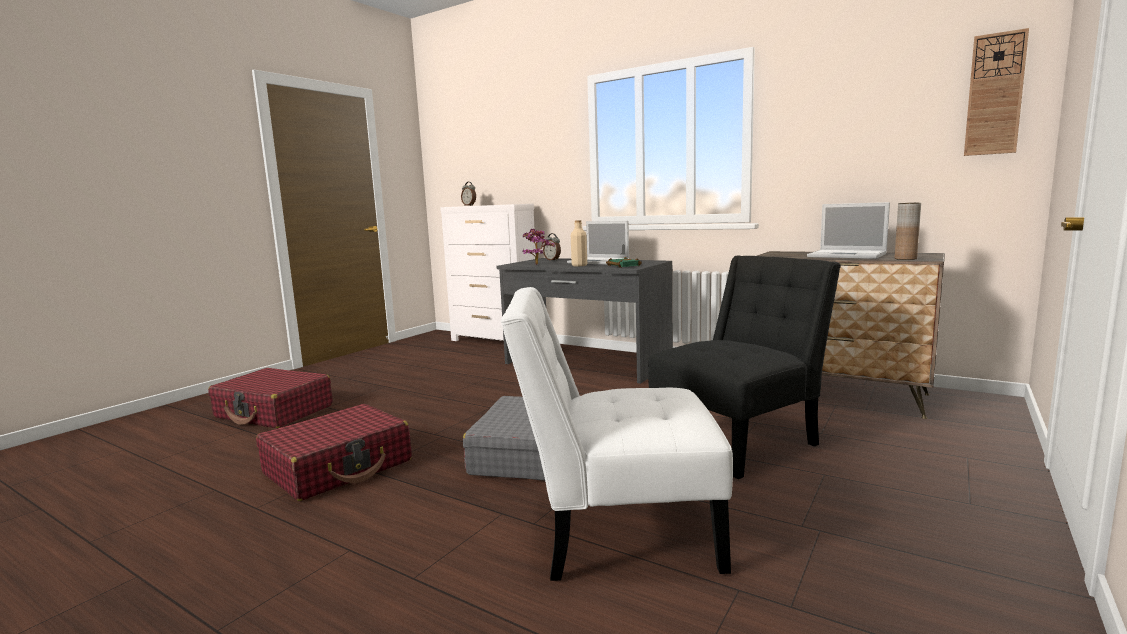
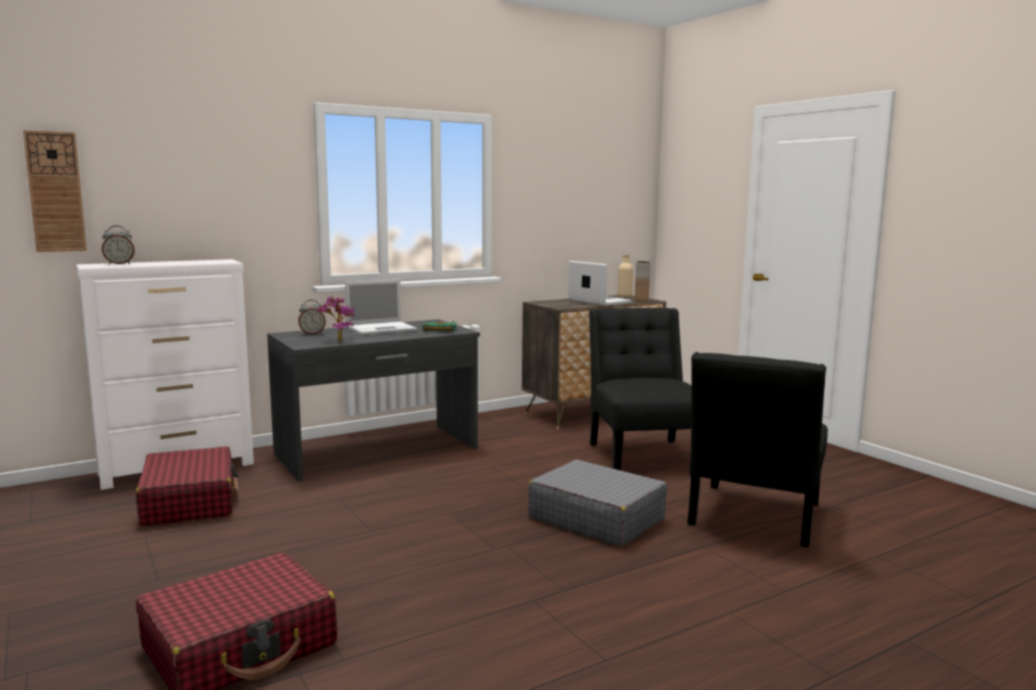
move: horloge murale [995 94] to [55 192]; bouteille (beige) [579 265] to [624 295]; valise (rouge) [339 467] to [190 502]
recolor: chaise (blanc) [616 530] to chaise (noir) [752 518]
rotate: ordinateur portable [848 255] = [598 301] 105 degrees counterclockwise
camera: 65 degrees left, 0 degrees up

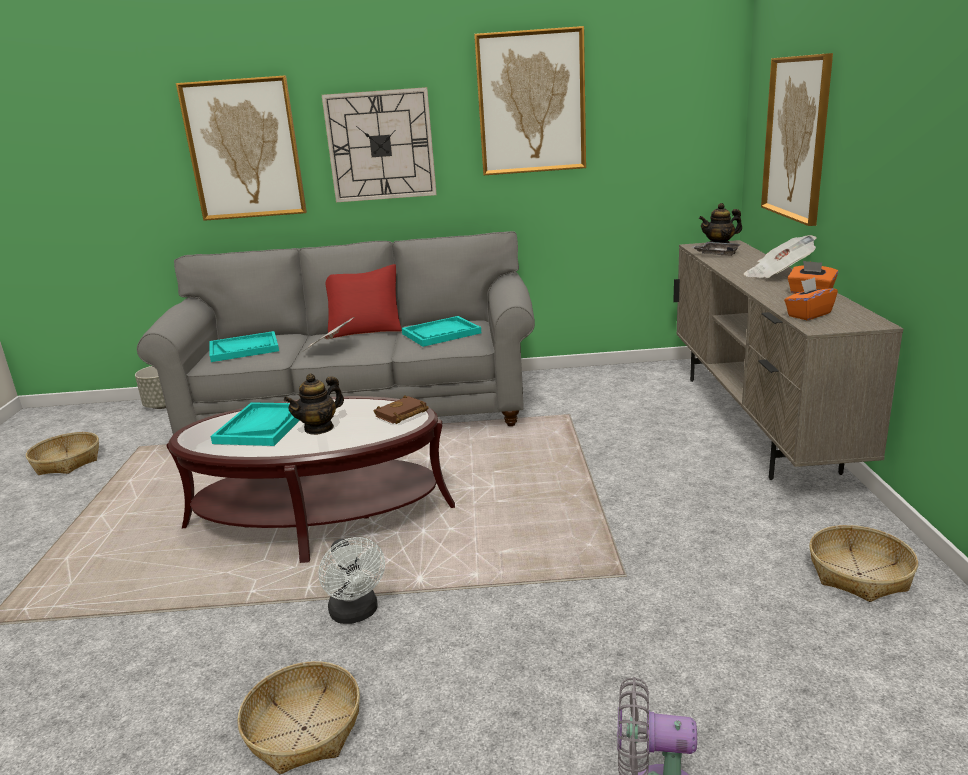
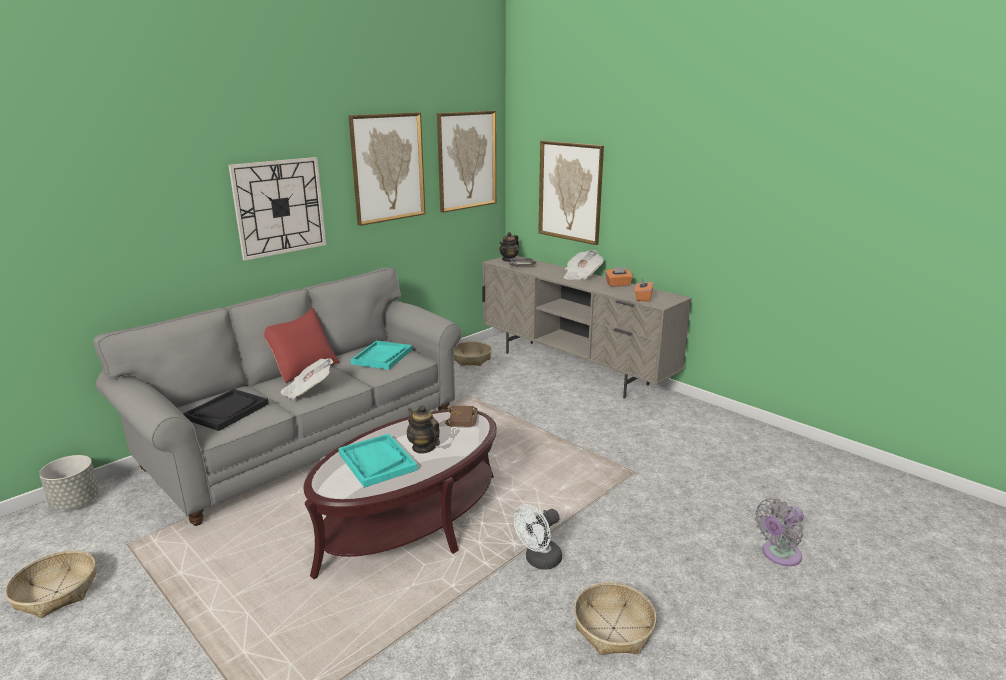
move: tableau [244 149] to [466 160]; panier [859 574] to [471 359]
recolor: plateau (turquoise) [244 349] to plateau (noir) [227 411]
rotate: théière [319 428] = [423 447] 135 degrees clockwise; ventilateur (blanc) [356 614] = [539 561] 120 degrees clockwise
camera: 45 degrees left, 0 degrees up

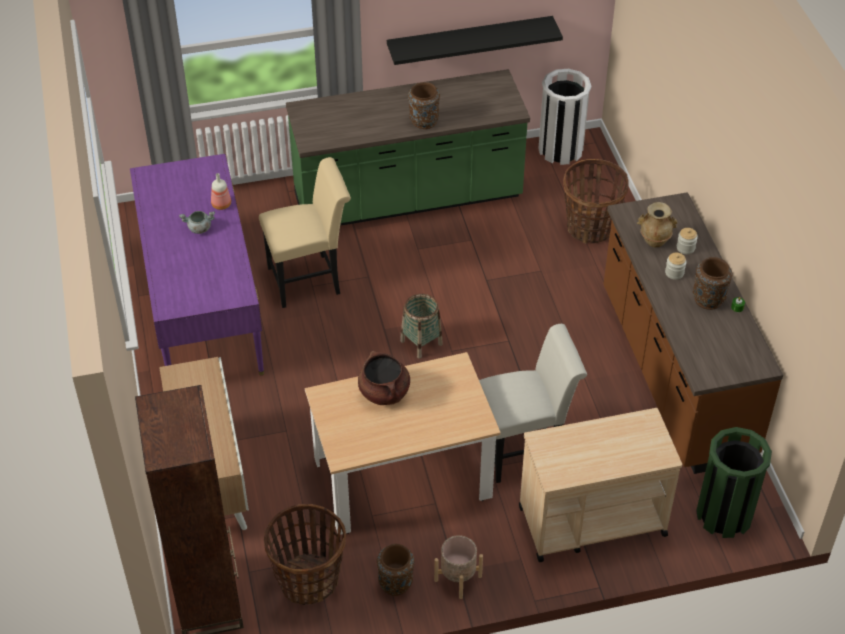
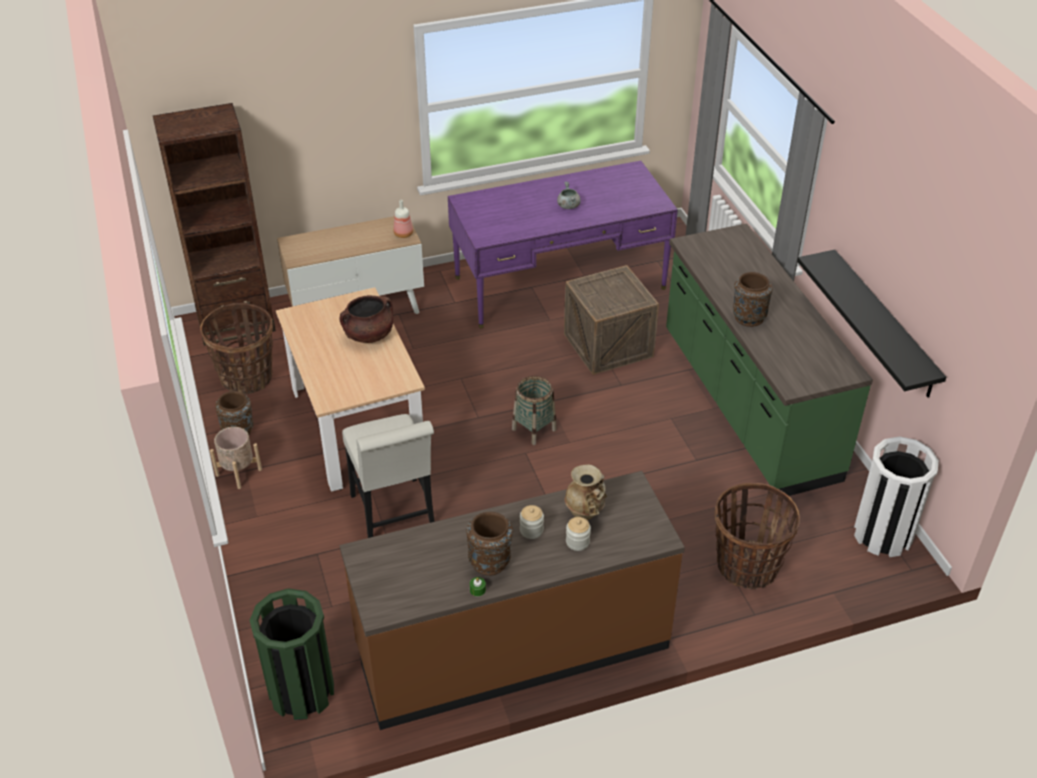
delete: chariot (beige) [591 521]
move: bouteille [220 205] to [403 233]
replace: chaise (beige) [310 279] to caisse [608 345]
camera: 85 degrees right, 5 degrees down

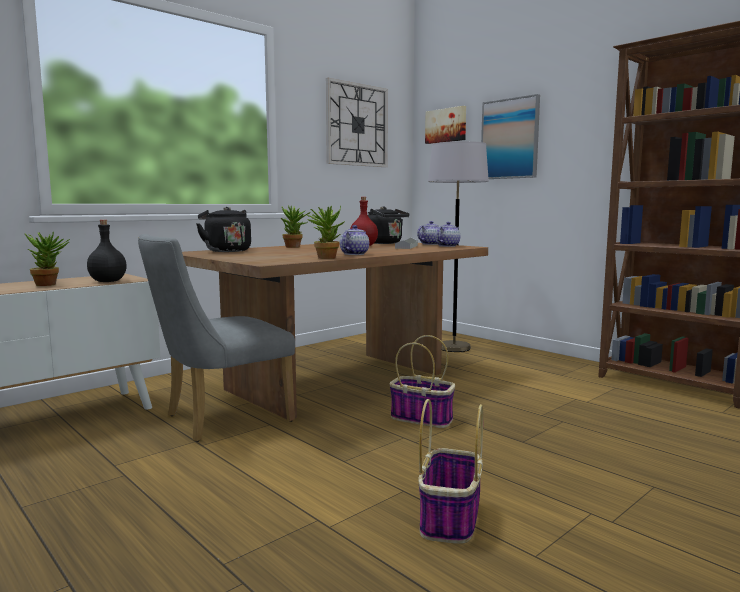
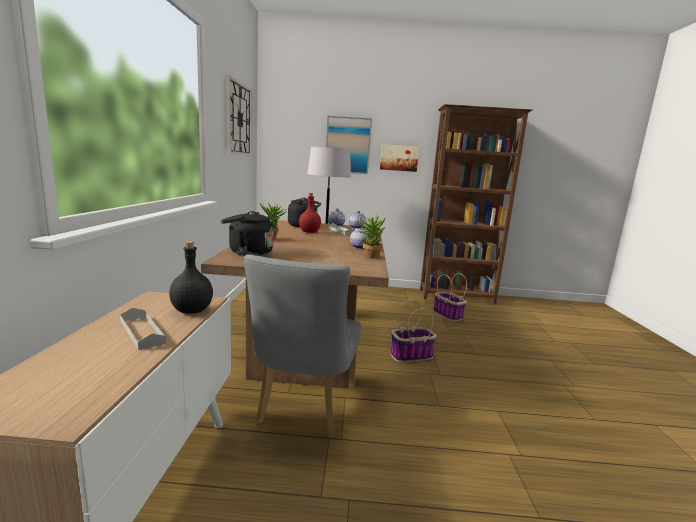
move: tableau [446 125] to [399 158]; panier [450 519] to [448 315]
replace: plante en pot [50 284] to plateau (gris) [142 332]
camera: 45 degrees left, 5 degrees up

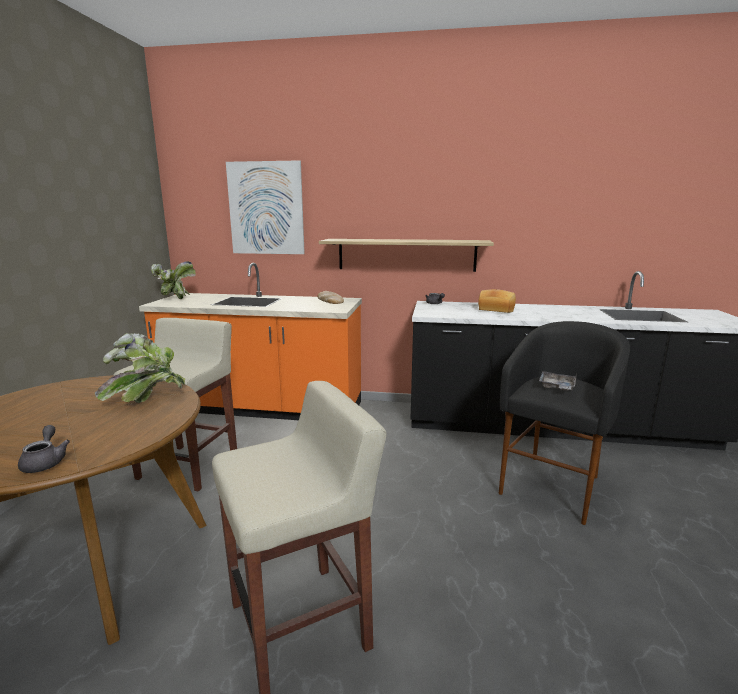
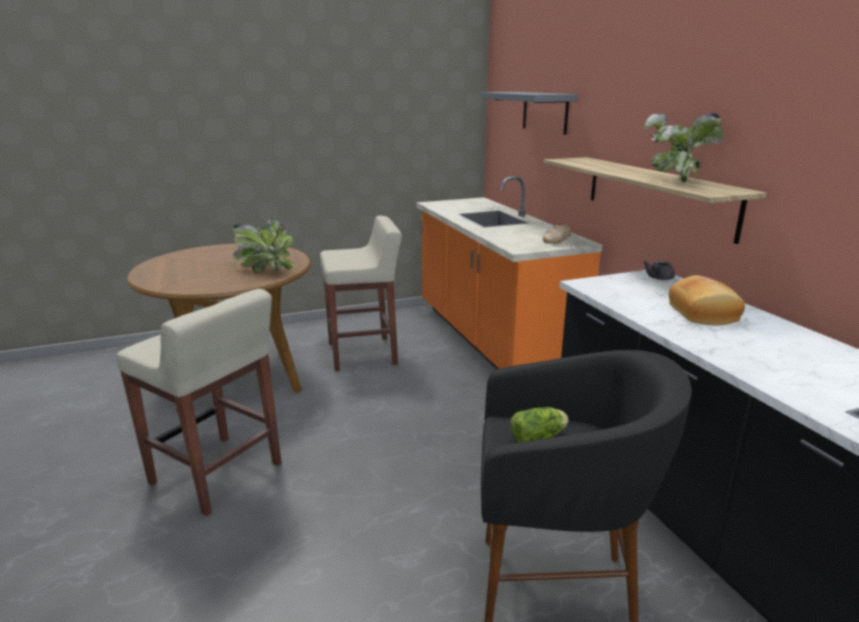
delete: théière (gris) [45 462]
move: plante en pot [174 299] to [673 180]
replace: tableau [266 208] to étagère (gris) [545 112]; plateau (gris) [557 387] to laitue [539 437]
camera: 60 degrees right, 5 degrees up

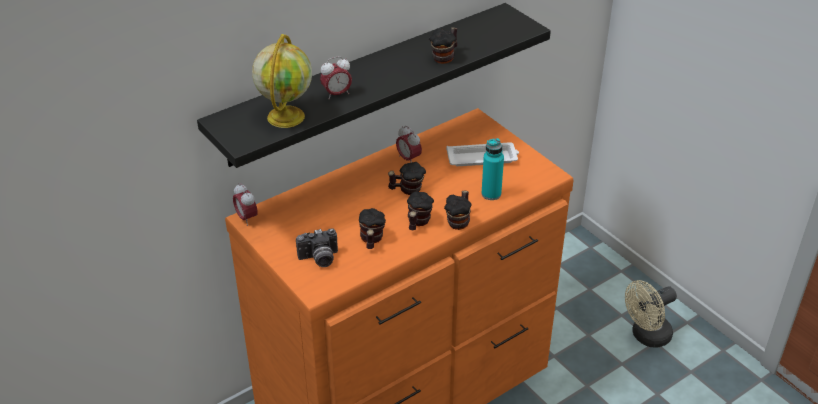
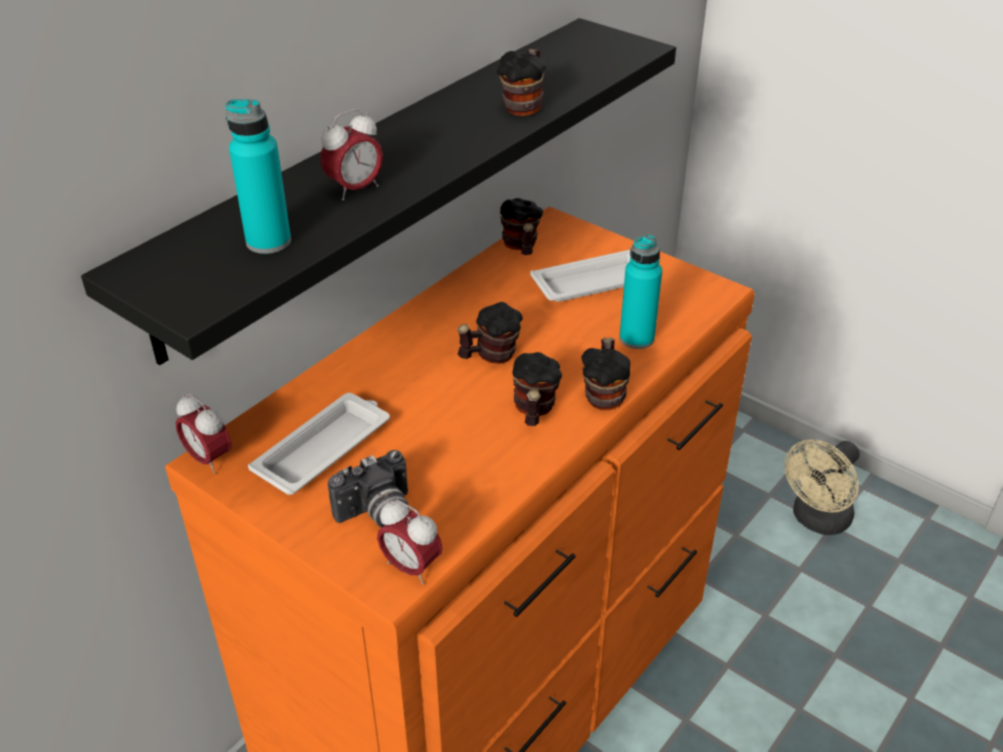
insert: plateau (blanc) [324 449]
move: réveil [408 159] to [411 567]; mug [371 240] to [521 247]
replace: globe [286 116] to bouteille (turquoise) [268 242]
camera: 15 degrees left, 0 degrees up

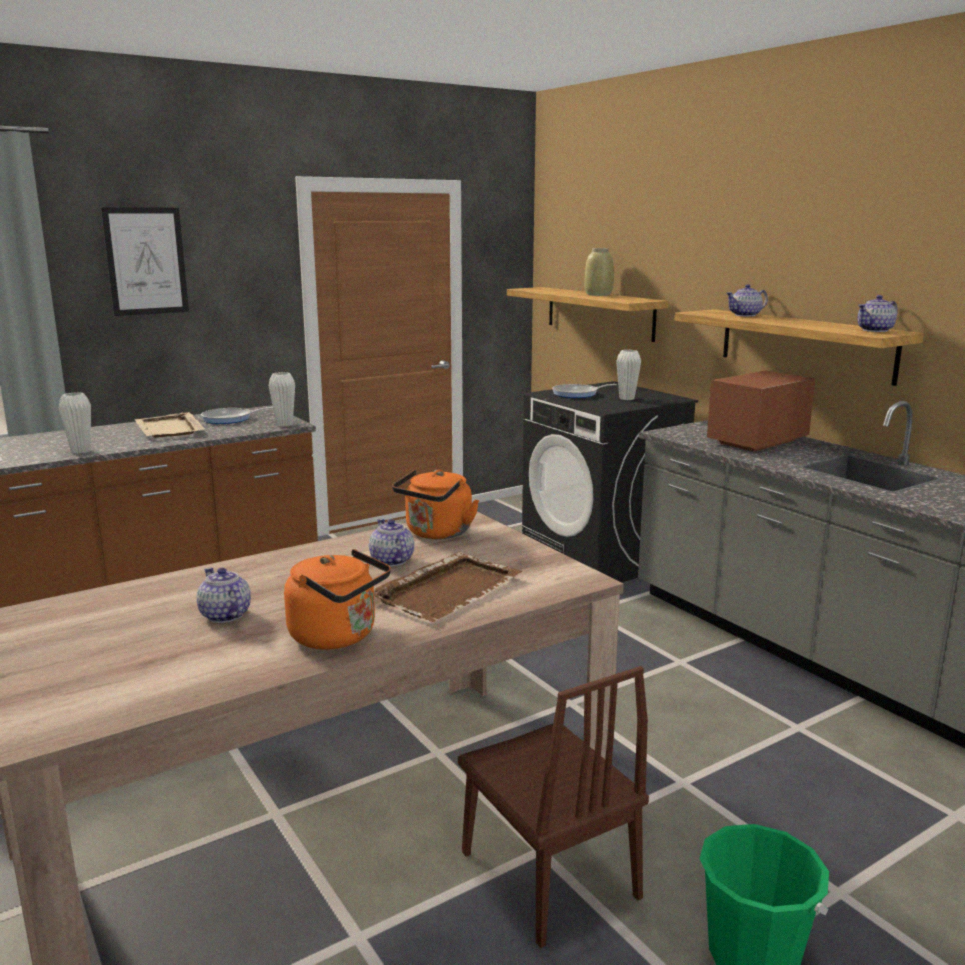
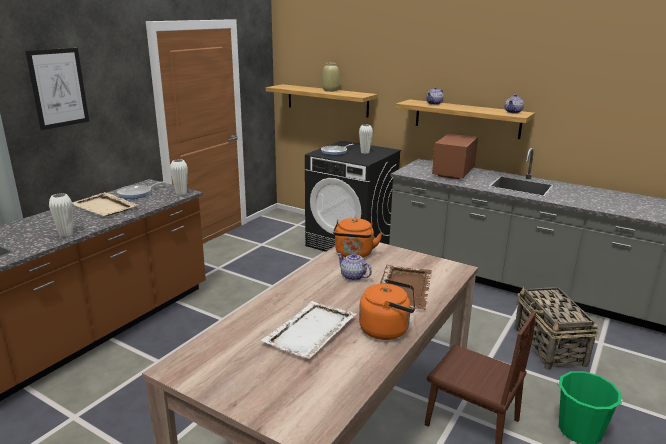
insert: panier [549 347]
replace: théière [224 615] to plateau (blanc) [309 331]
camera: 25 degrees left, 5 degrees up

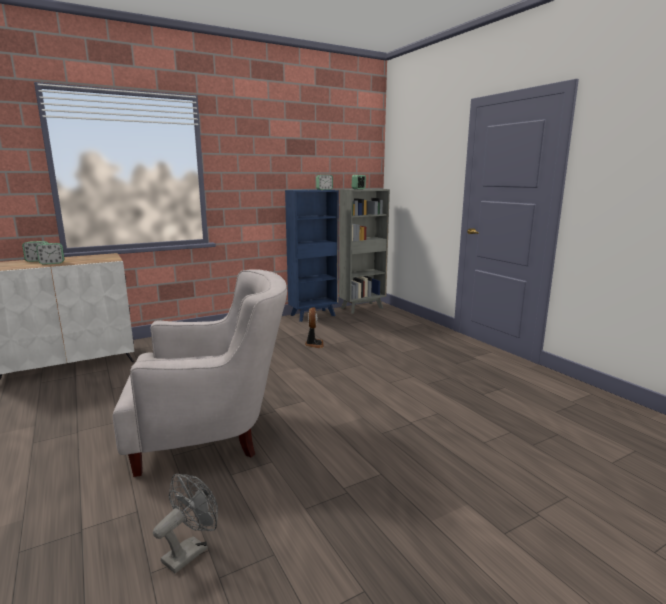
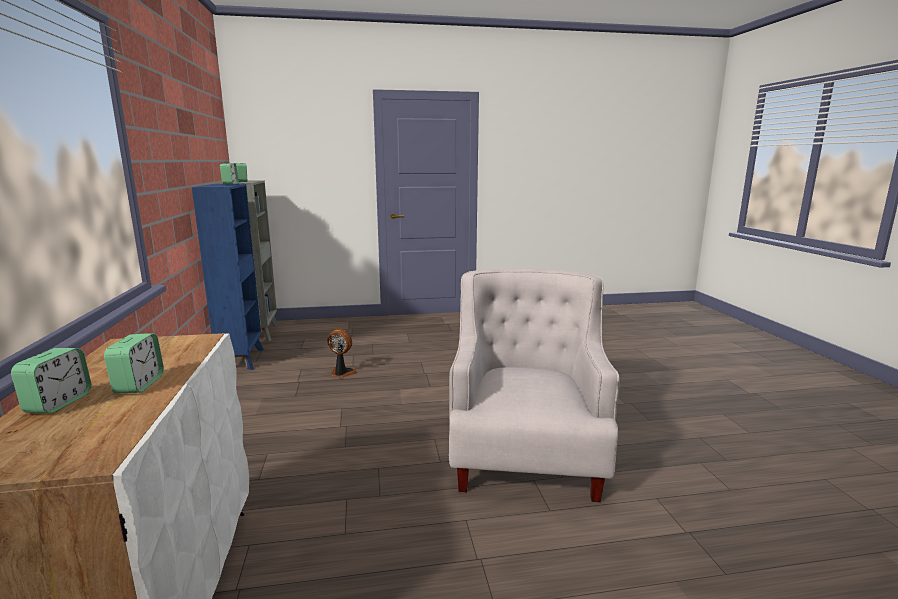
delete: ventilateur (gris) [190 551]
camera: 70 degrees left, 0 degrees up

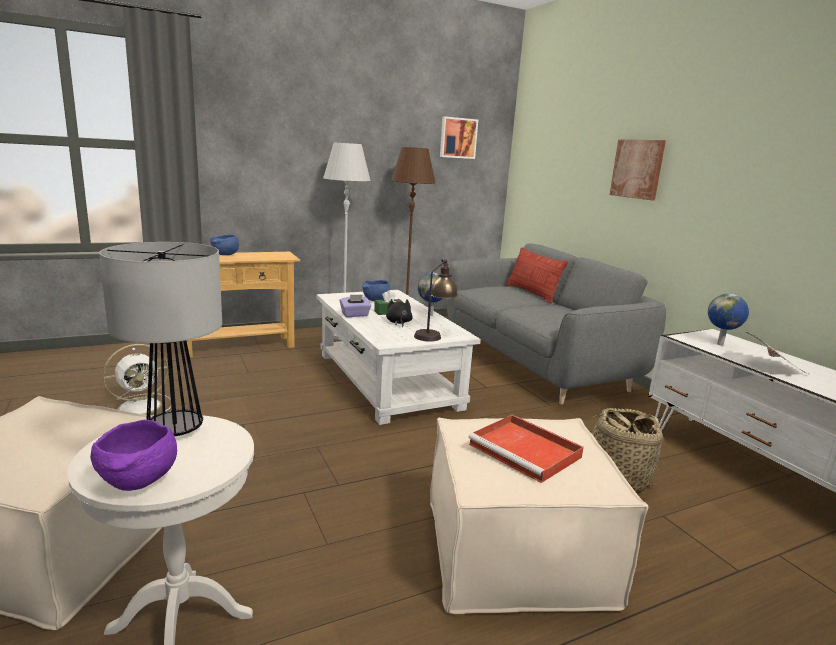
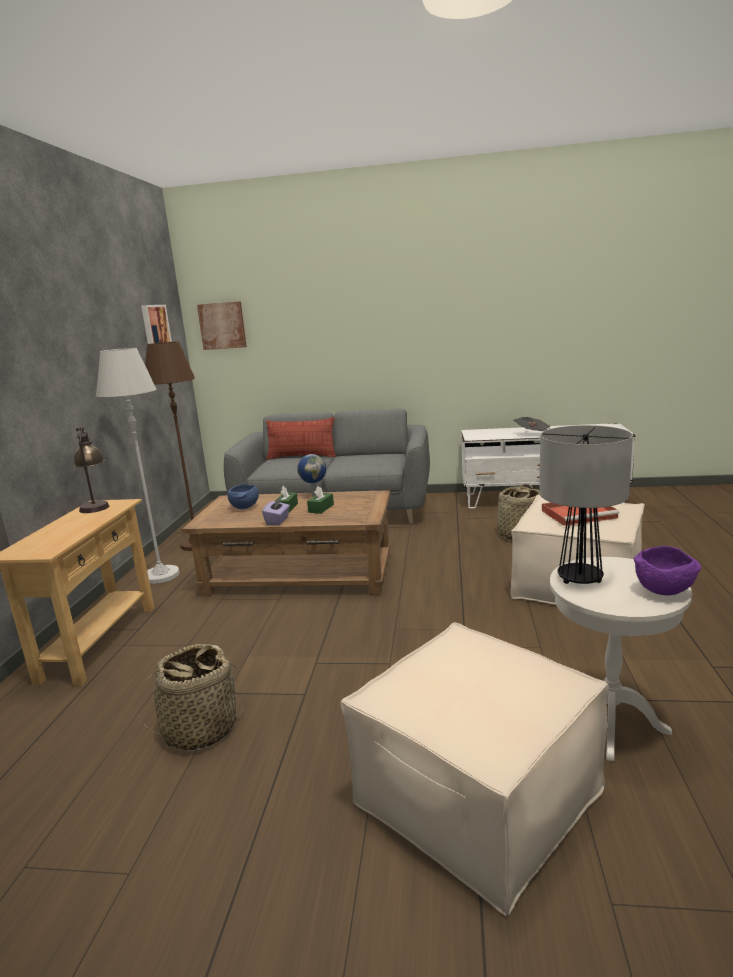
delete: bol (bleu) [225 255]; globe [721 344]
move: tableau [637 169] to [222 325]; lampe de table [434 334] to [96 505]
replace: peluche (noir) [398 323] to boîte à mouchoirs (vert) [321 508]; ventilateur (blanc) [142 406] to panier [200 729]
recolor: table basse (blanc) [387 380] to table basse (marron) [300 575]
camera: 55 degrees left, 0 degrees up

